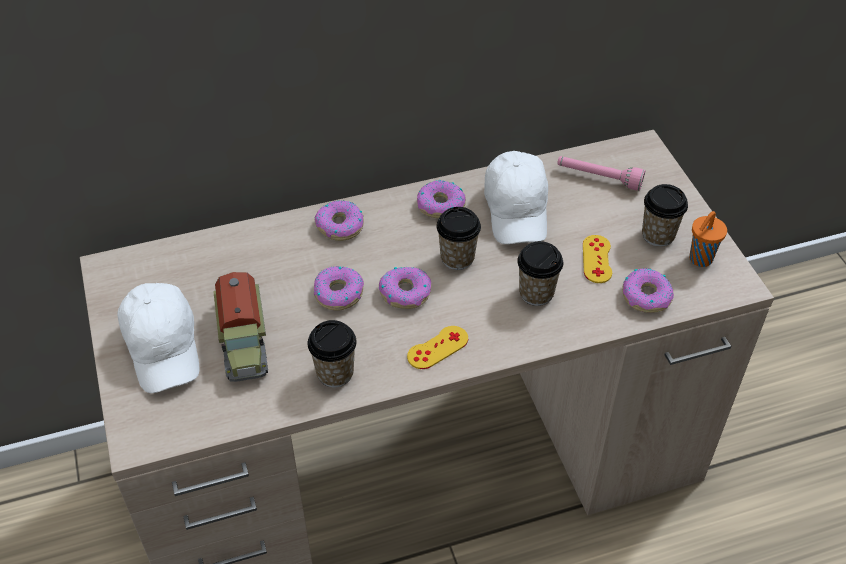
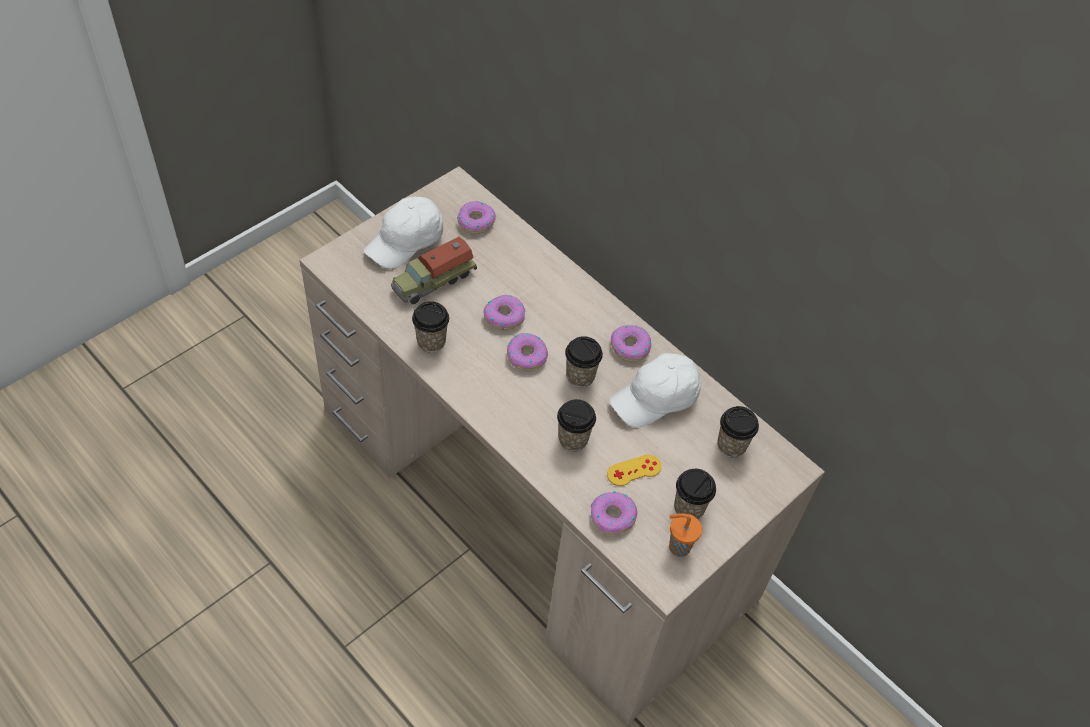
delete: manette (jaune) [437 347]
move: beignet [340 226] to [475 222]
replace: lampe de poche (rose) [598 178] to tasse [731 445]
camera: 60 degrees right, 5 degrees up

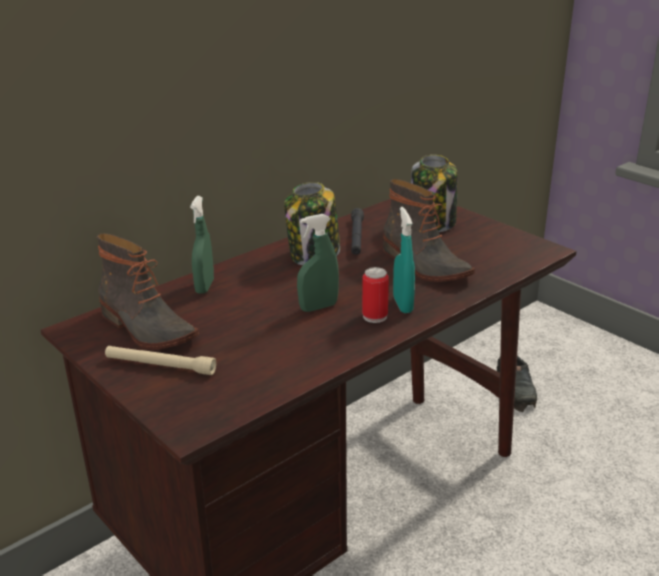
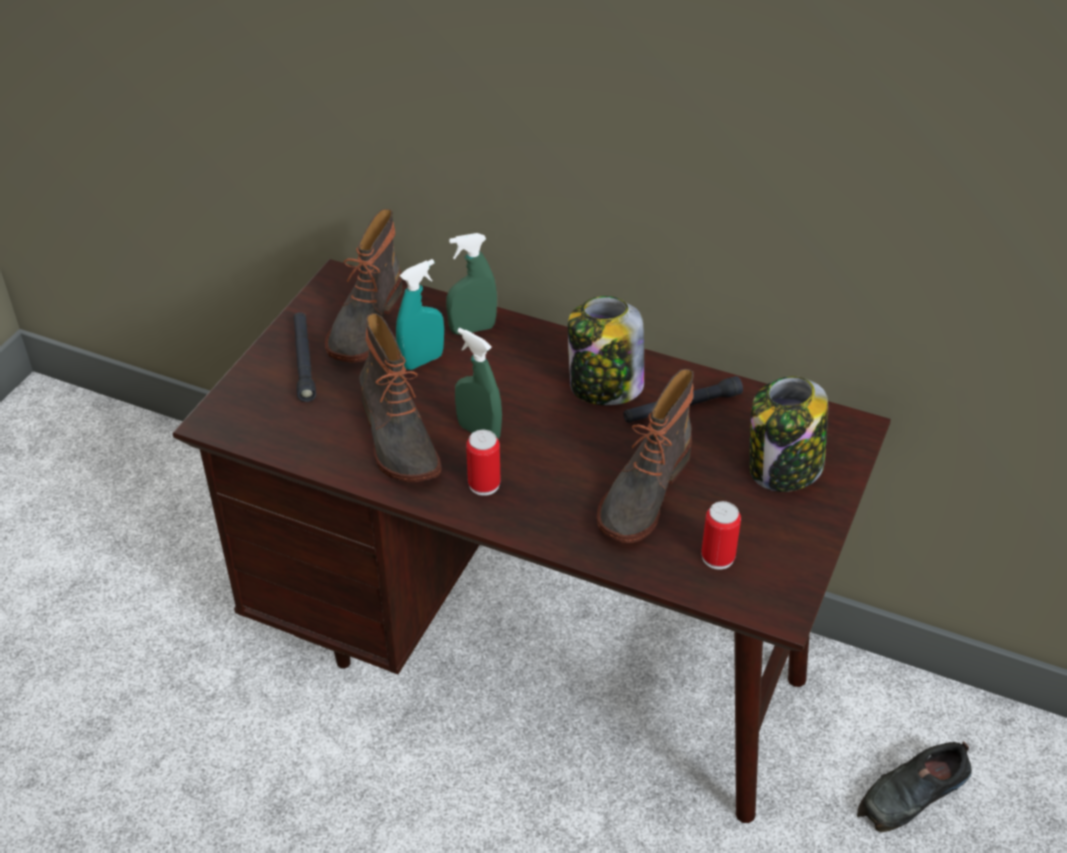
insert: botte [396 439]; boîte métallique [717 557]
move: vaporisateur (turquoise) [402 305] to [422 361]
recolor: lampe de poche (beige) [160 366] to lampe de poche (noir) [304 361]
camera: 65 degrees right, 15 degrees up

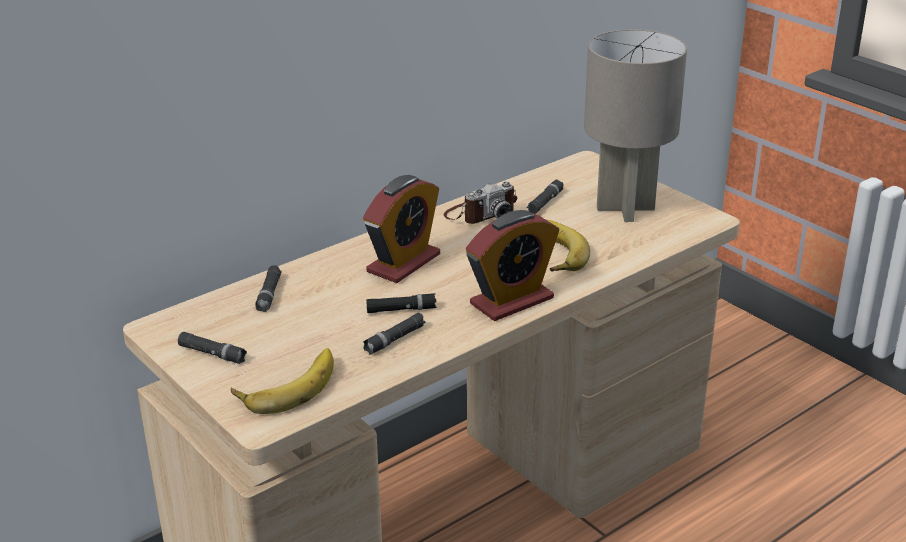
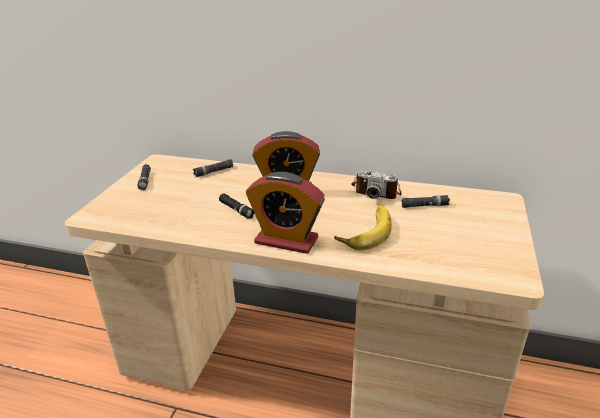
delete: lampe de table (gris) [626 209]; lampe de poche (noir) [394 339]; banane [287 385]
camera: 55 degrees right, 0 degrees up

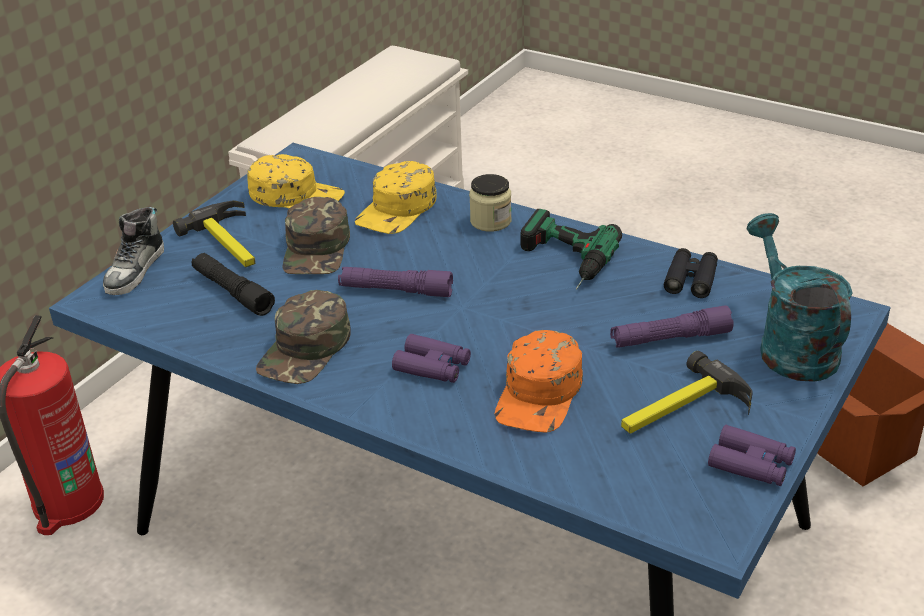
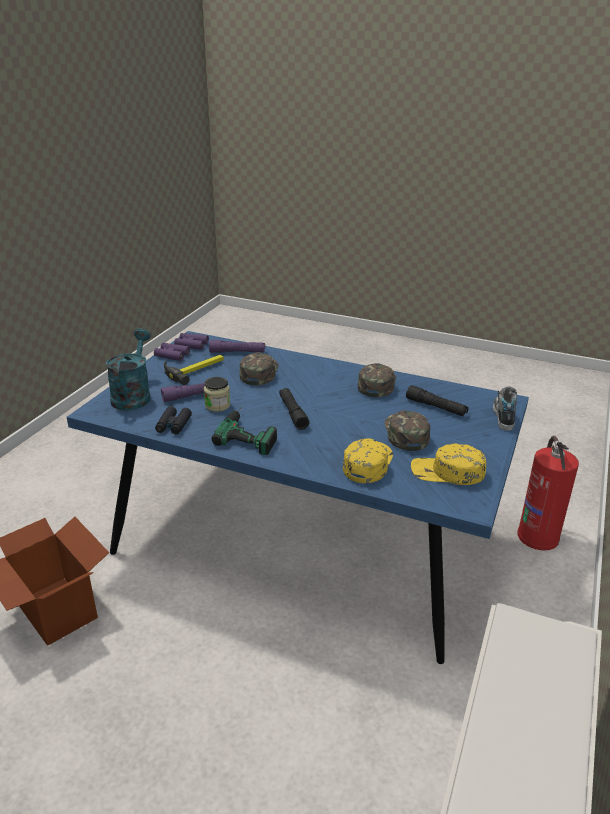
delete: marteau [230 243]
insert: lampe de poche (noir) [293 413]
move: bocal [490 221] to [217 405]; lampe de poche (violet) [396 290] to [237 352]; jumelles (violet) [432 366] to [191 345]
recolor: casquette (orange) [540 394] to casquette (vert) [259 372]
rotate: arrosoir (turquoise) [790 346] = [133 395] 150 degrees counterclockwise
camera: 170 degrees right, 5 degrees down

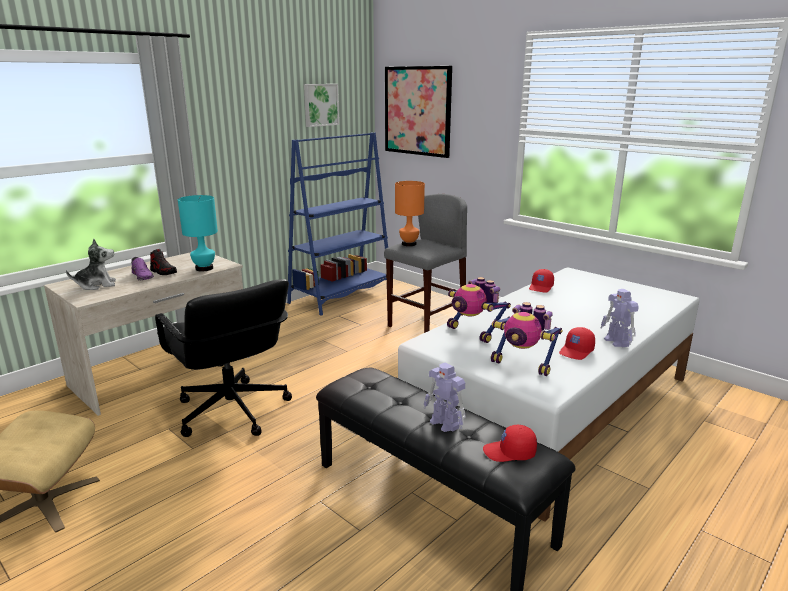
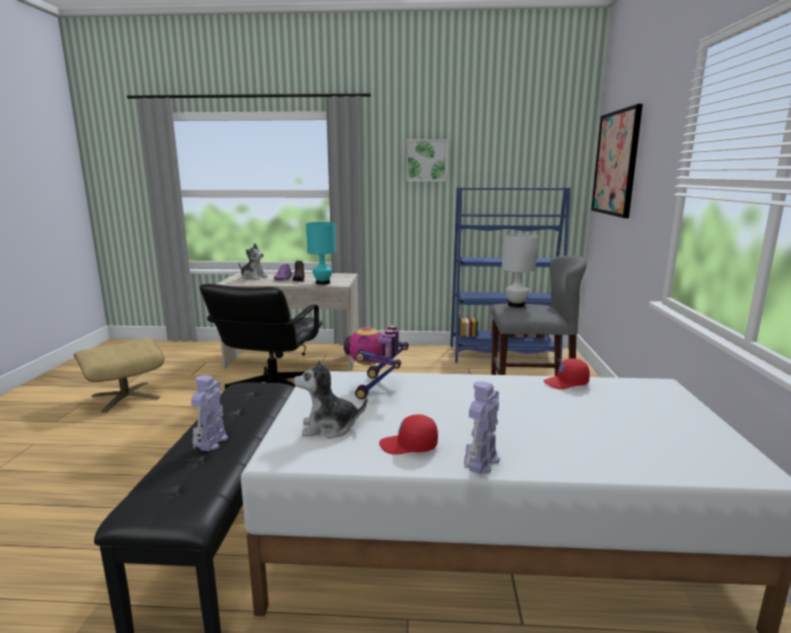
delete: casquette (rouge) [509 453]
move: tableau [320 105] to [426 160]
replace: robot jouet [522 365] to peluche [329 427]
recolor: lampe de table (orange) [409 244] to lampe de table (blanc) [516 305]
camera: 50 degrees right, 5 degrees down

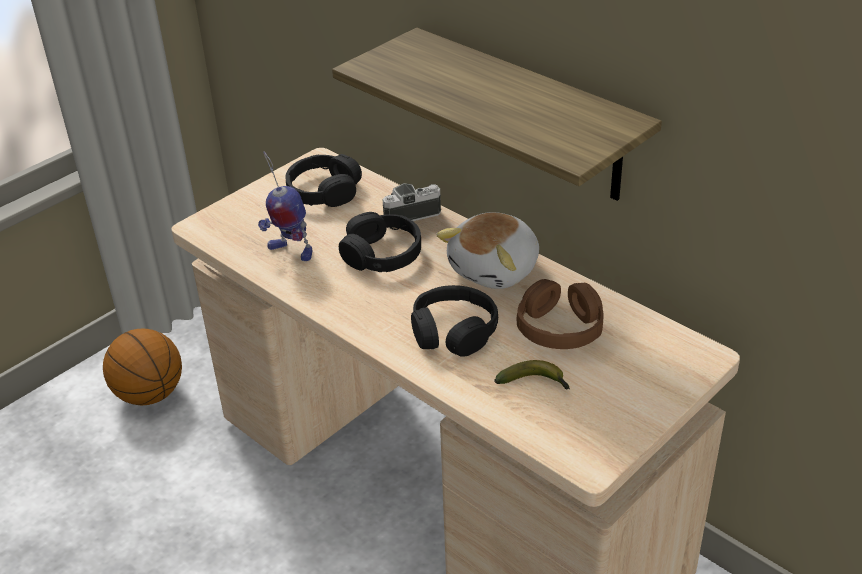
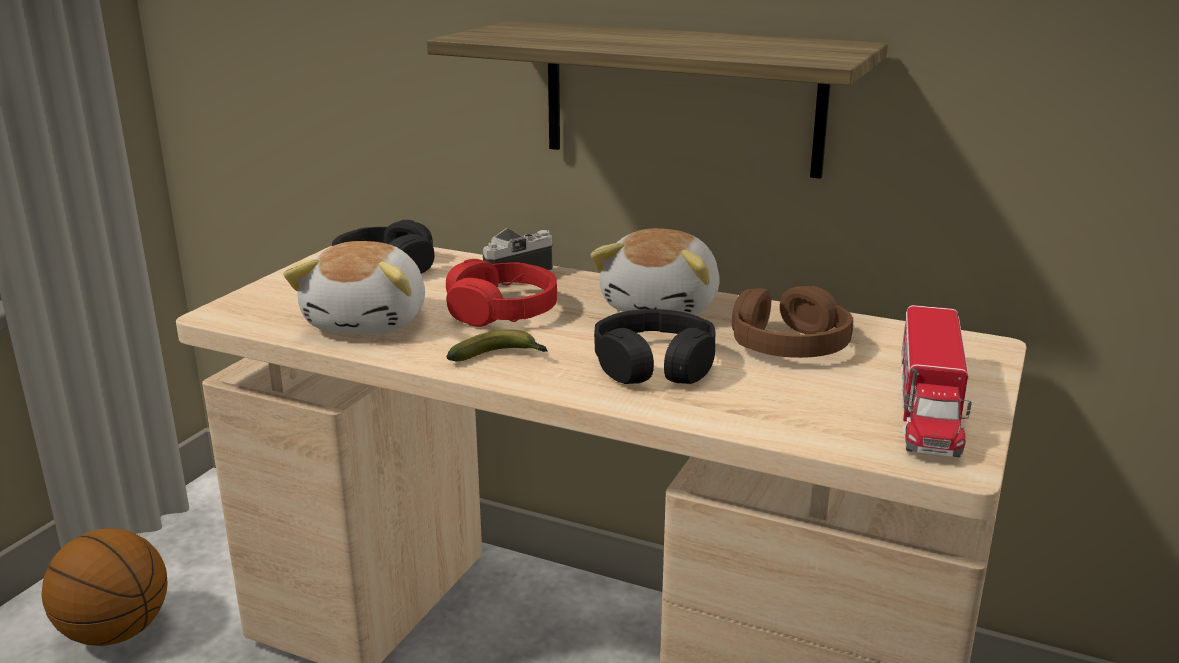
insert: camion jouet [928 406]
move: banane [535 383] to [500 358]
replace: robot jouet [290 251] to peluche [370 321]
recolor: casque audio (noir) [382 254] to casque audio (rouge) [502 310]
camera: 20 degrees left, 15 degrees down

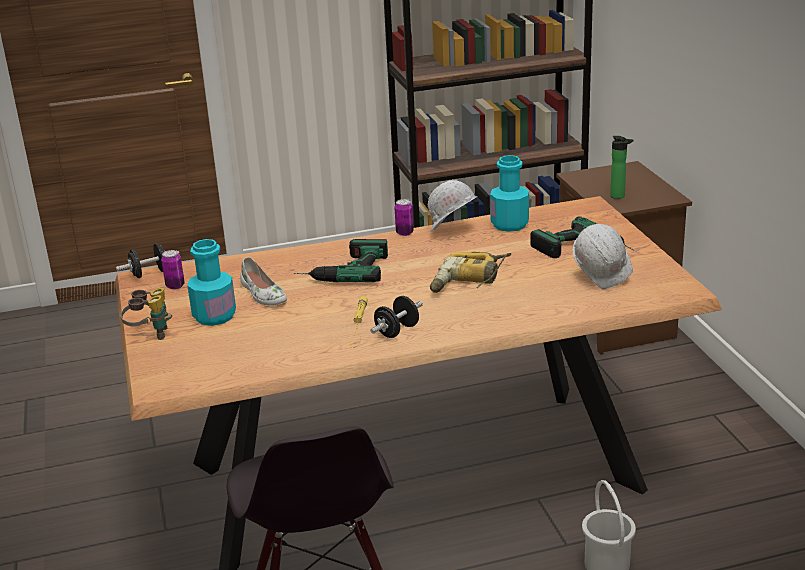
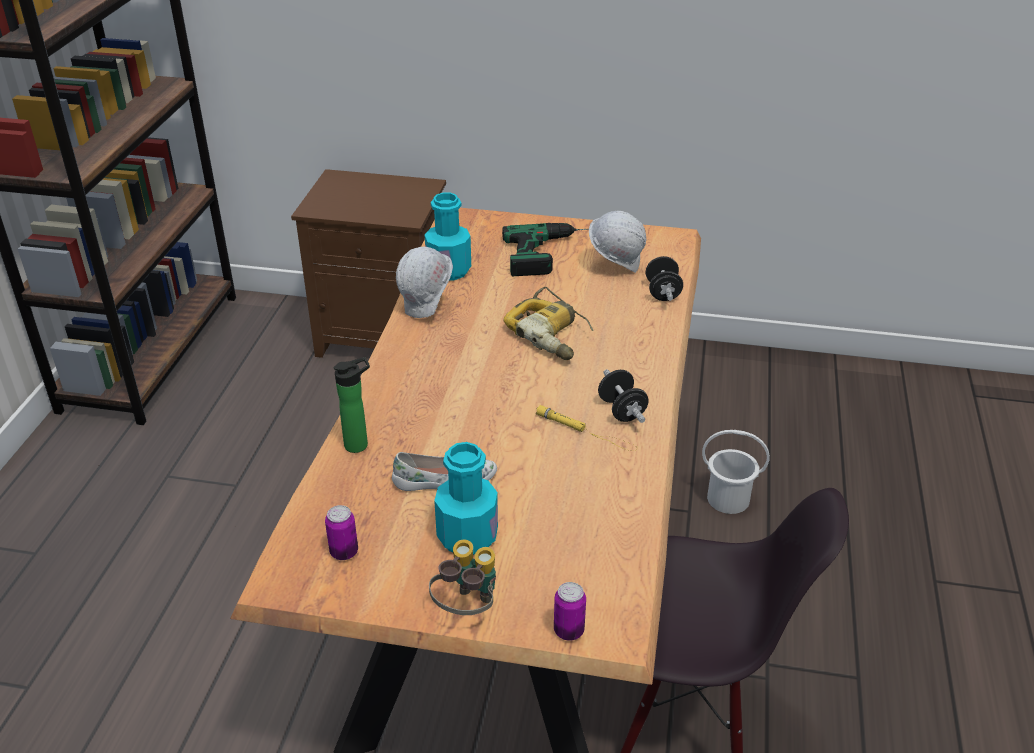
delete: perceuse [342 269]
move: bouteille [619 196] to [360 444]; boîte métallique [404 233] to [568 631]; haltère (noir) [150 274] to [662 292]
camera: 65 degrees left, 10 degrees up

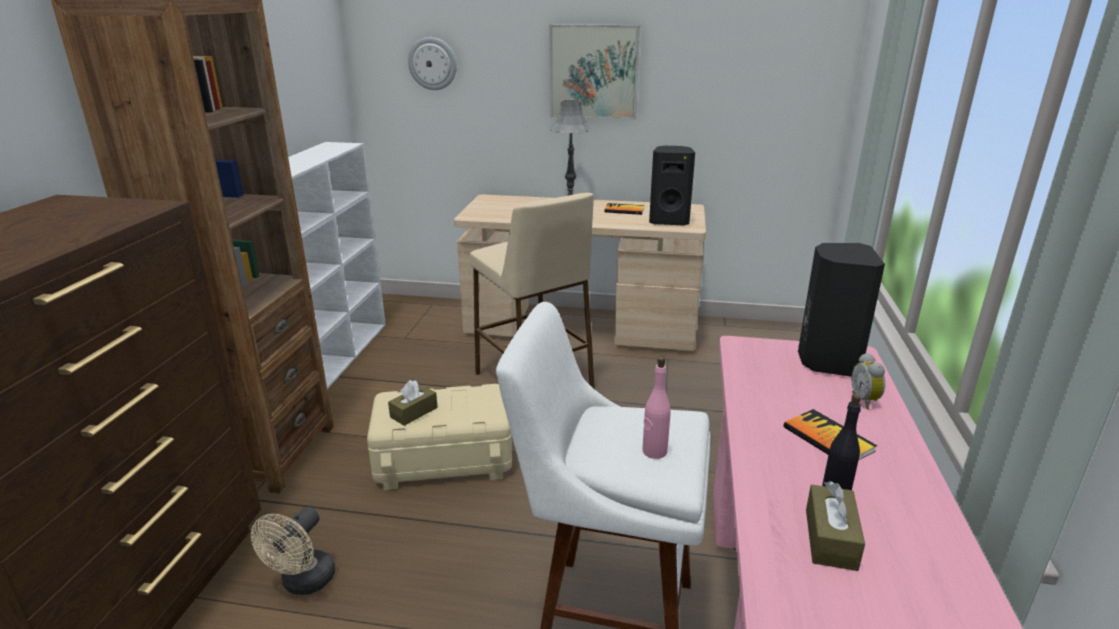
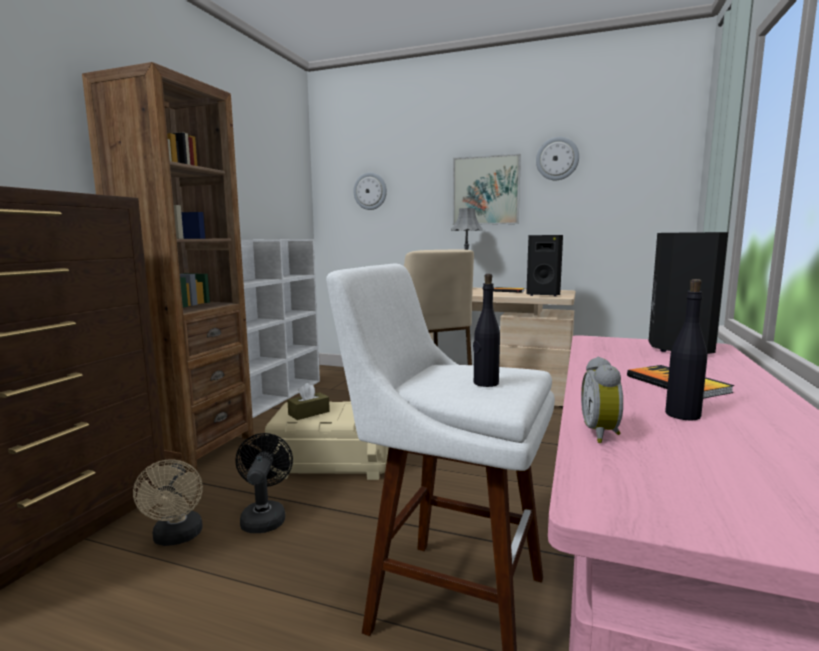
delete: boîte à mouchoirs (marron) [830 539]
insert: horloge murale [557 159]; ventilateur (noir) [264 517]
move: réveil [865 401] to [602 434]
recolor: bouteille (rose) [654 451] to bouteille (noir) [485 383]
rotate: ventilateur (beige) [303 583] = [177 538] 45 degrees counterclockwise
camera: 10 degrees right, 15 degrees down

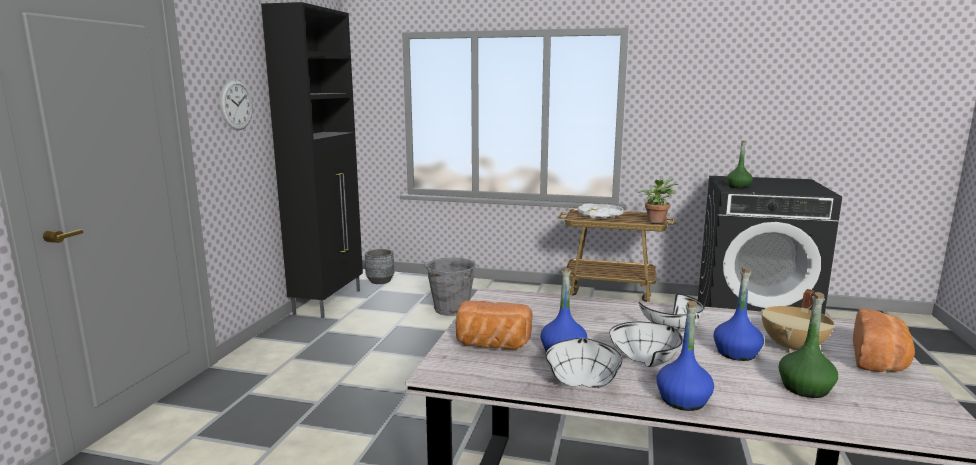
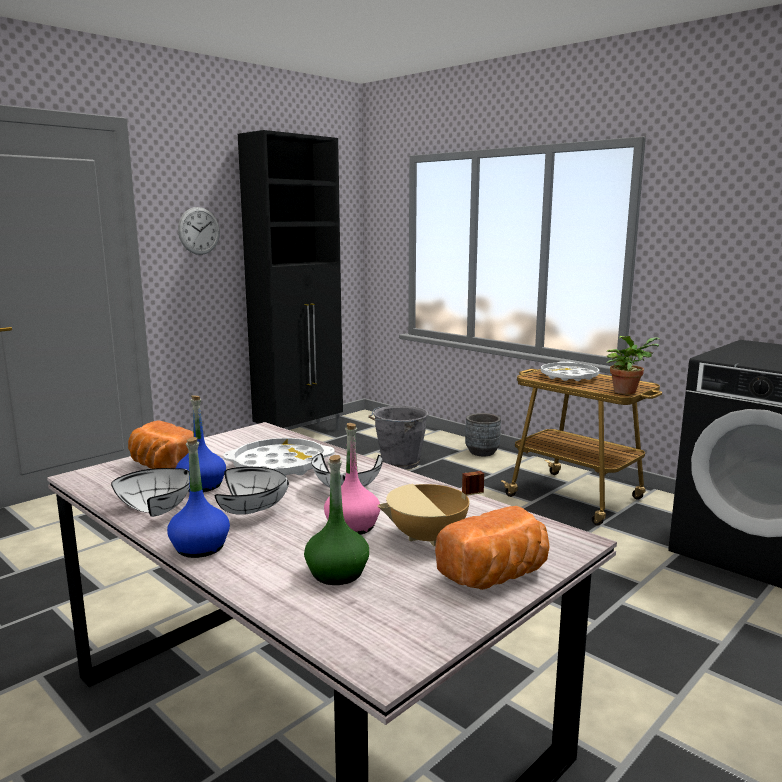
delete: bouteille (vert) [738 187]
insert: plateau (blanc) [279 465]
move: cache-pot (gris) [380 281] to [482 452]
recolor: bouteille (bleu) [736 353] to bouteille (rose) [352 526]
camera: 30 degrees right, 0 degrees up

